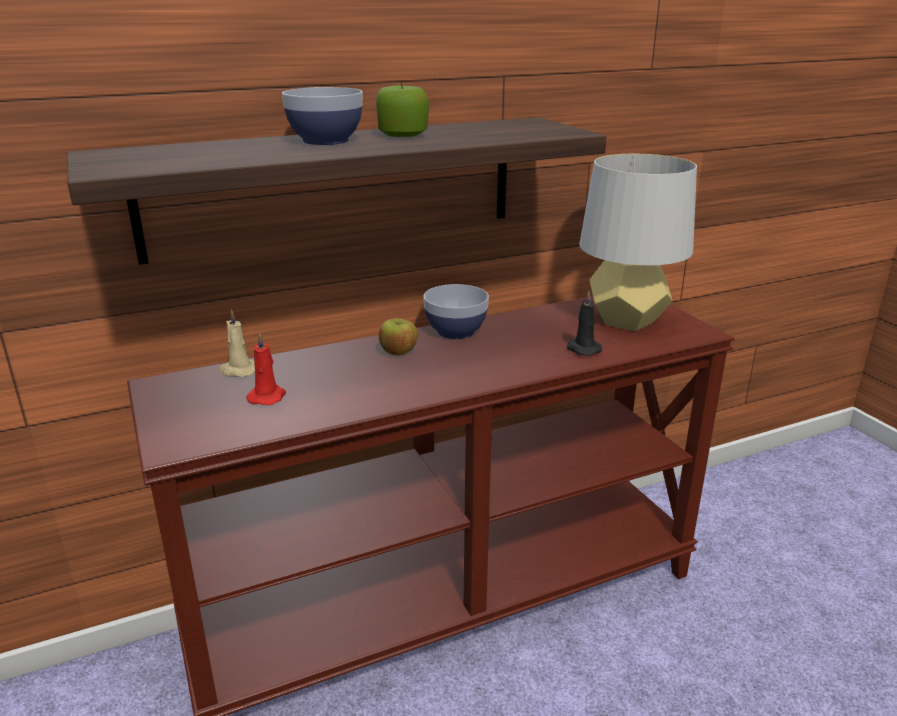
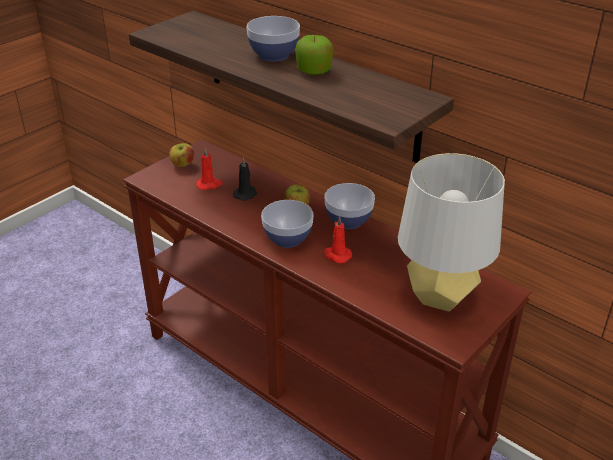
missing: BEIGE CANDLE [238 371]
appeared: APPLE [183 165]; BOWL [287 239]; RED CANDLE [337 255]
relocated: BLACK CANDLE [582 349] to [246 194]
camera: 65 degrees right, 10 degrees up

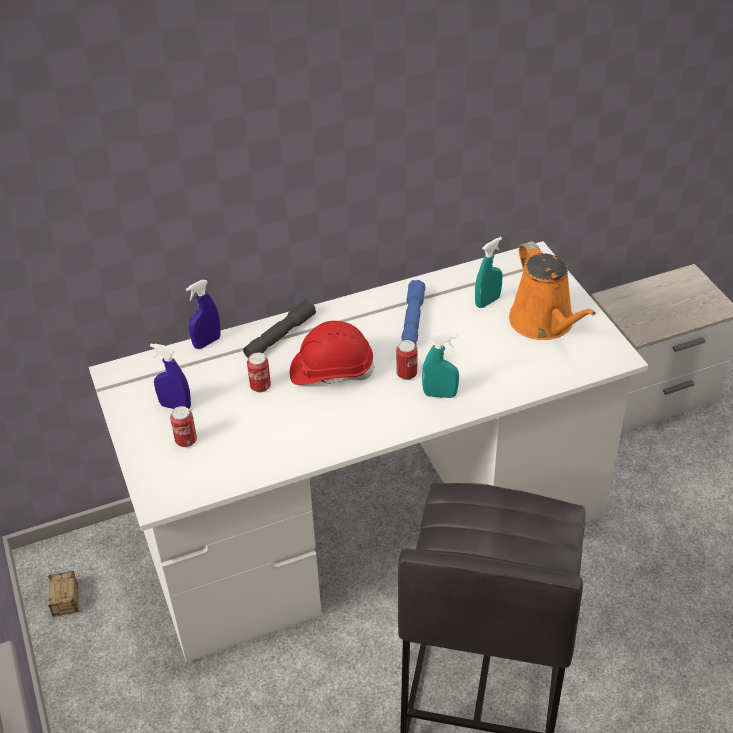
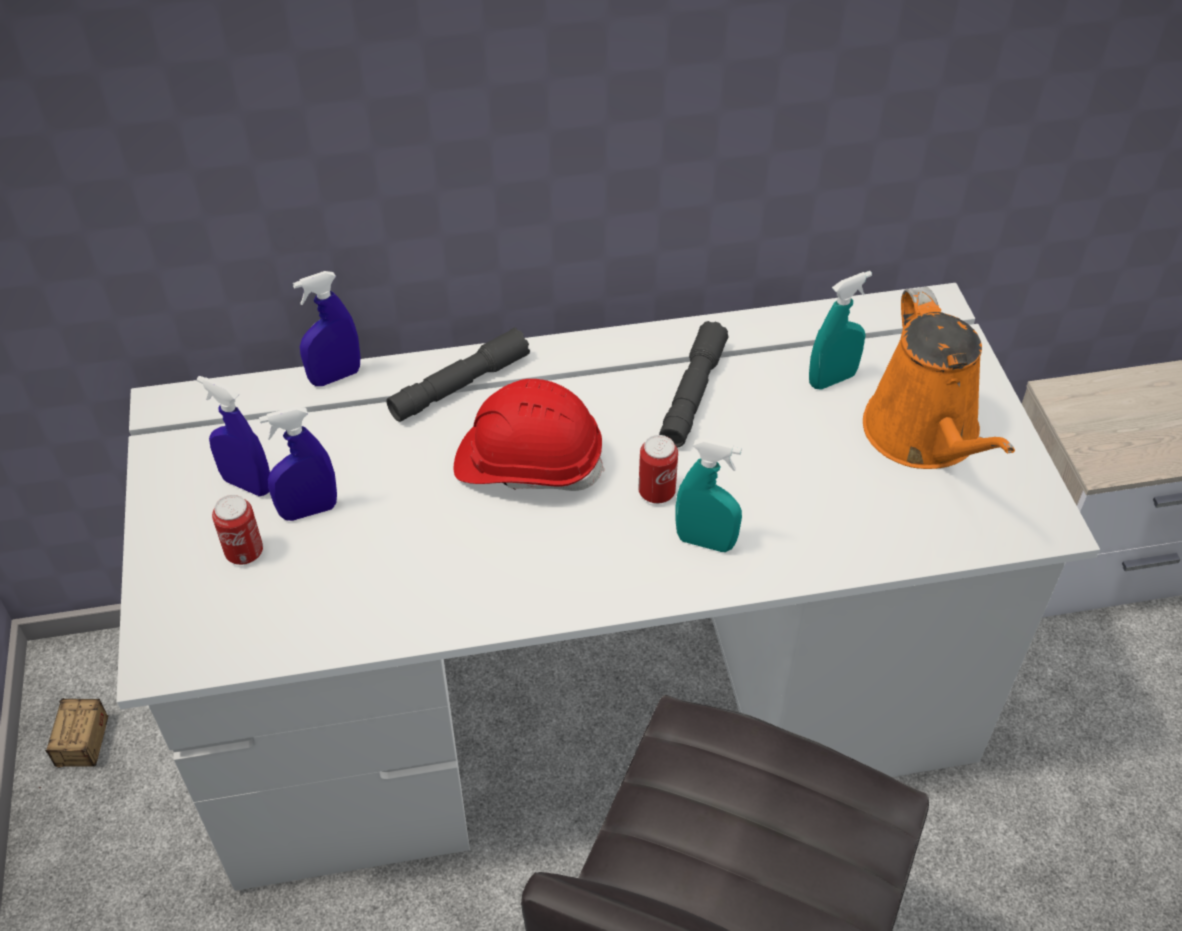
missing: CAN [260 387]
appeared: BLUE SPRAY BOTTLE [309 510]
colour: BLUE FLASHLIGHT [412 321] to GREY FLASHLIGHT [692 394]
camera: 10 degrees right, 5 degrees up

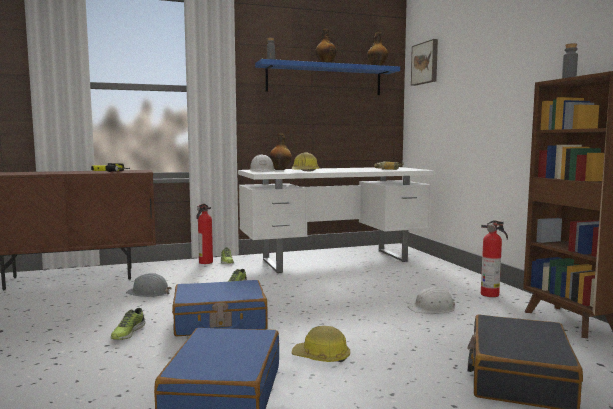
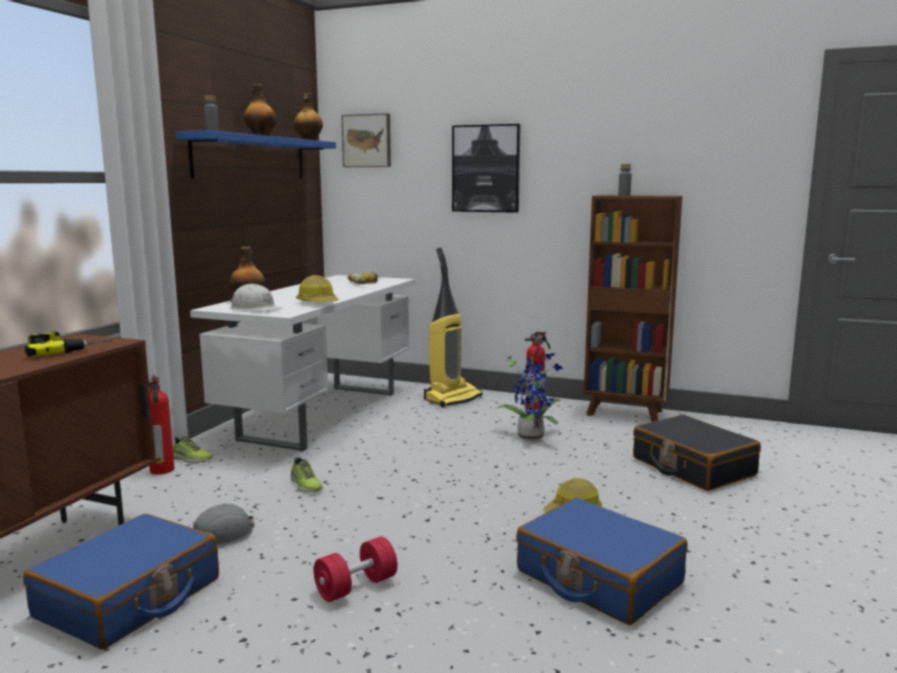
appeared: VACUUM CLEANER [452 398]; PICTURE [486 169]
relocated: BLUE SUITCASE [220 322] to [129 598]
exchanged: SHOE [127 333] to RED DUMBBELL [356 586]; WHITE HARD HAT [432 308] to POTTED PLANT [532 436]
camera: 50 degrees left, 5 degrees up

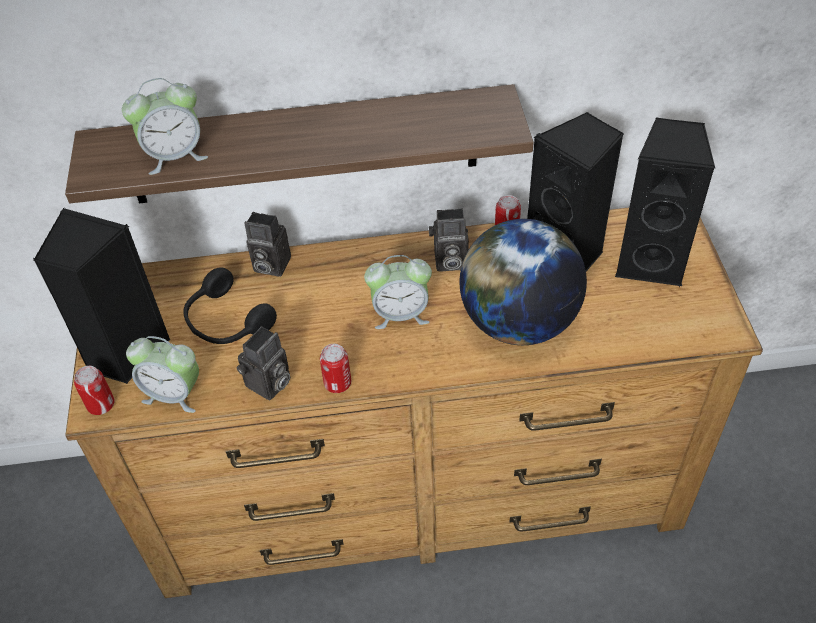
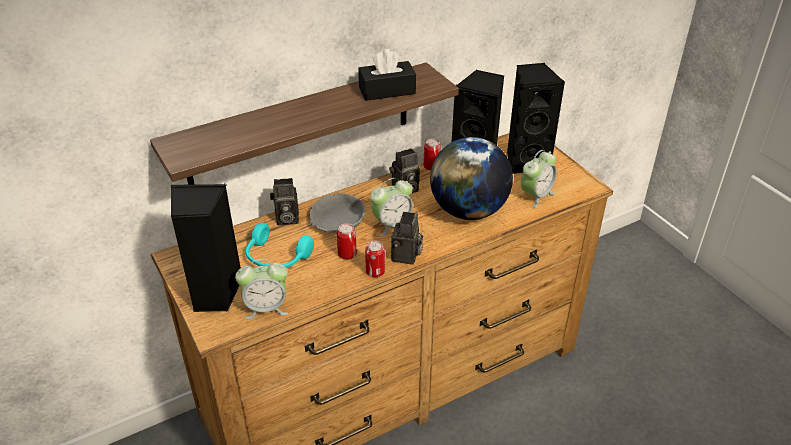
appeared: GREY BOWL [337 220]; BLACK TISSUE BOX [387 90]
relocated: CAN [101 405] to [347 254]; ALARM CLOCK [174 156] to [536 196]; PHOTO CAMERA [269 385] to [406 257]
colour: BLACK HEADPHONES [226 322] to TURQUOISE HEADPHONES [276 258]
camera: 25 degrees left, 10 degrees down

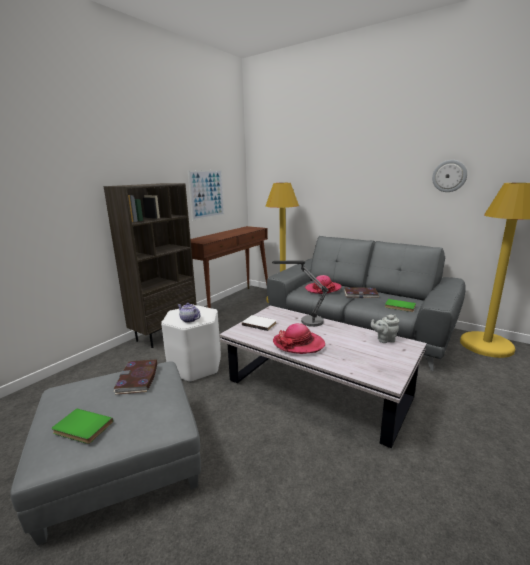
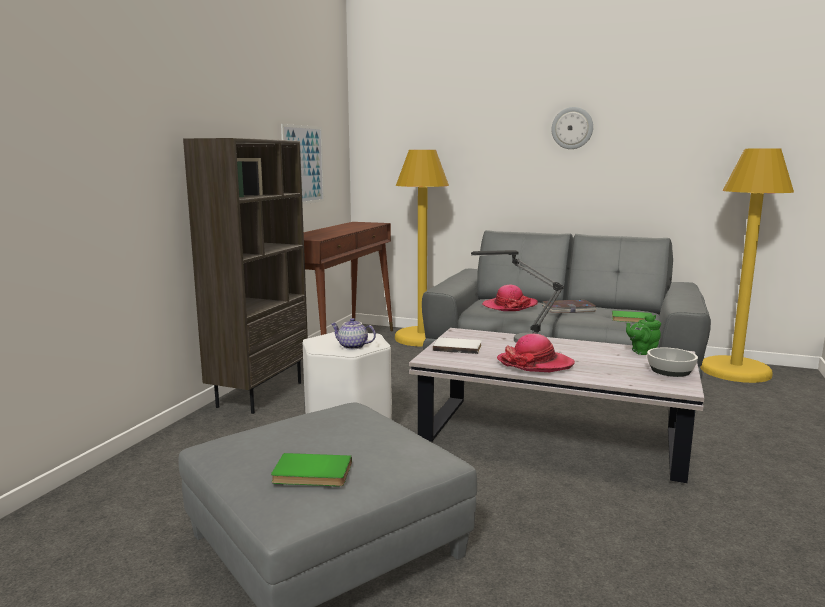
missing: BOOK [138 378]
appeared: BOWL [671 371]
relocated: WALL CLOCK [449 176] to [572 128]
colour: GREY TEAPOT [384 340] to GREEN TEAPOT [642 352]
camera: 15 degrees left, 5 degrees down

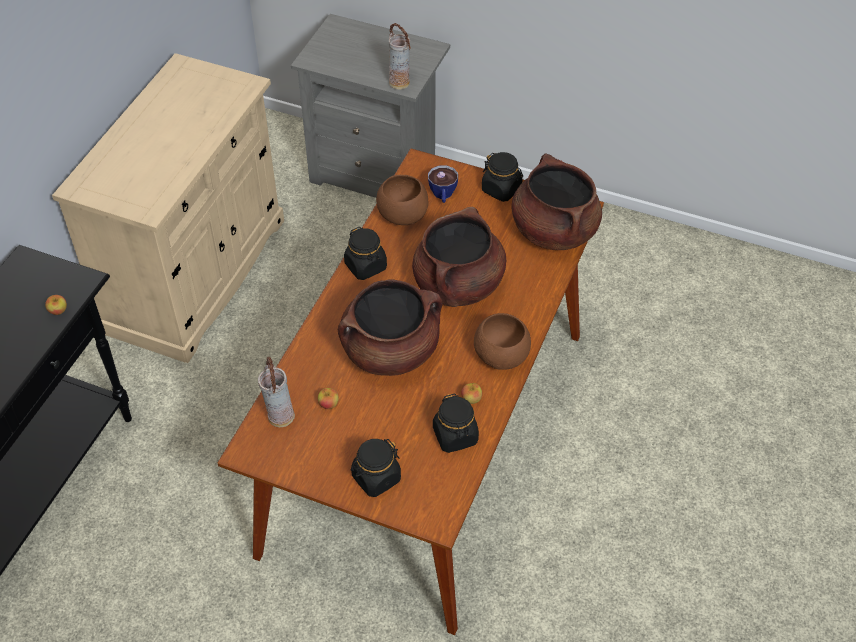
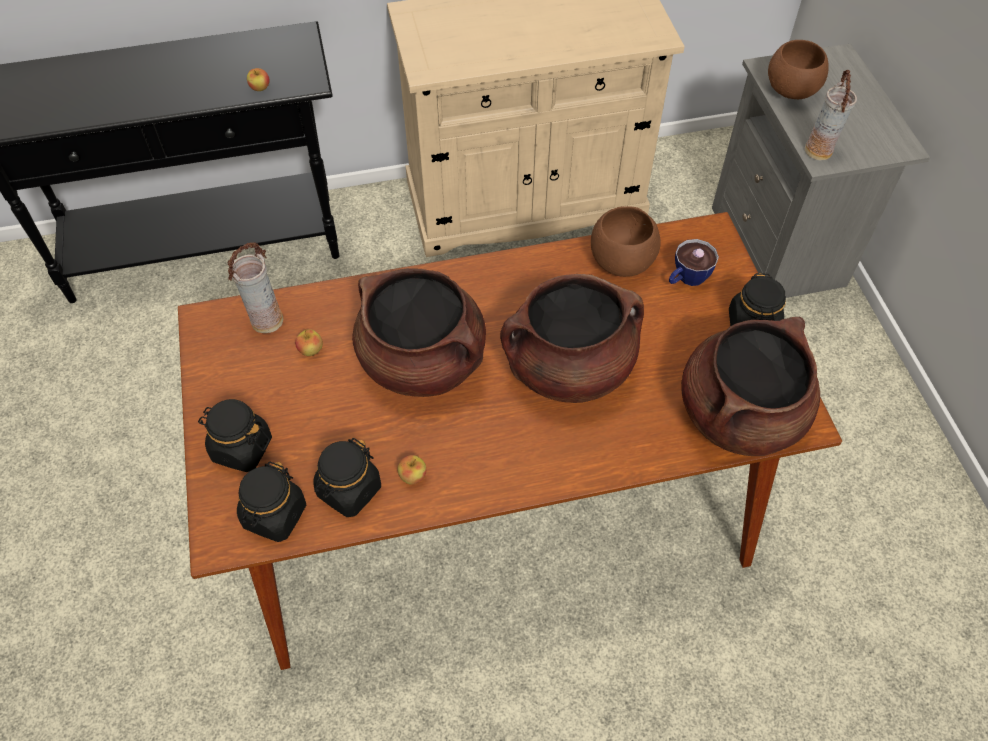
relocated: BLACK JAR [366 266] to [274 515]; BROWN BOWL [500 357] to [790 91]
camera: 55 degrees right, 5 degrees up

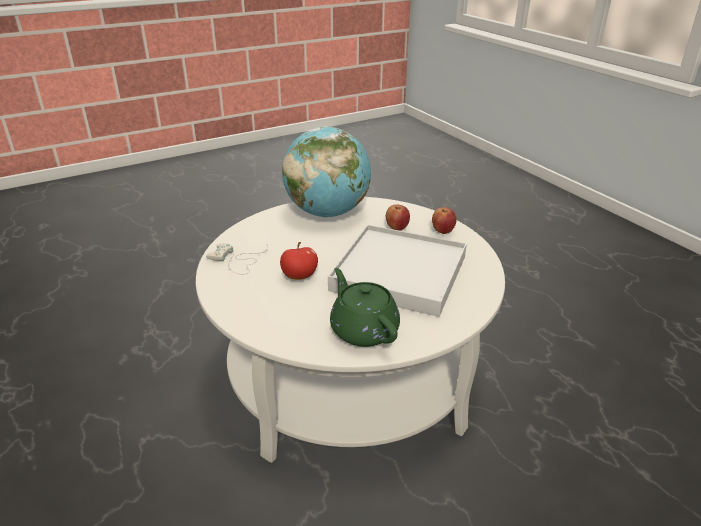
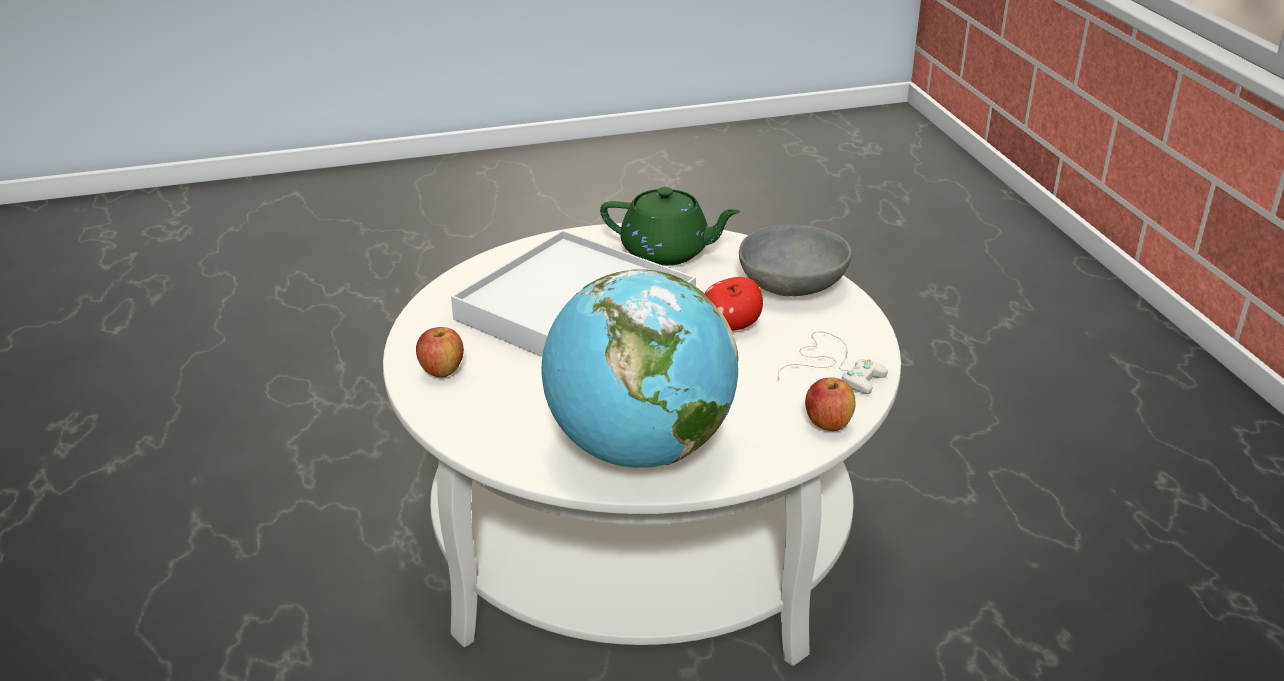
appeared: GREY BOWL [791 284]
relocated: APPLE [397 228] to [828 424]
spun: GREEN TEAPOT [363 329] = [667 252] 60 degrees counterclockwise
camera: 165 degrees left, 0 degrees up

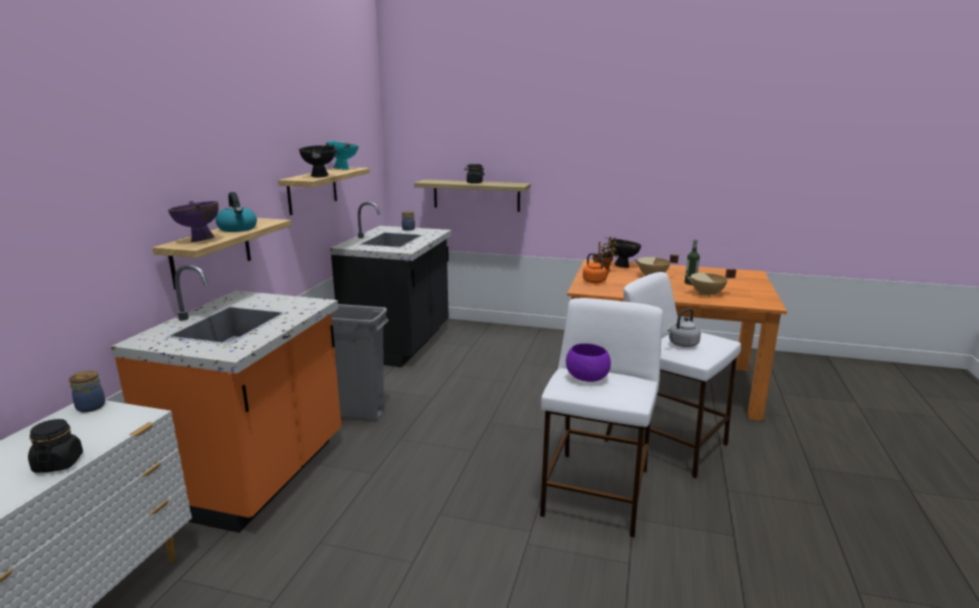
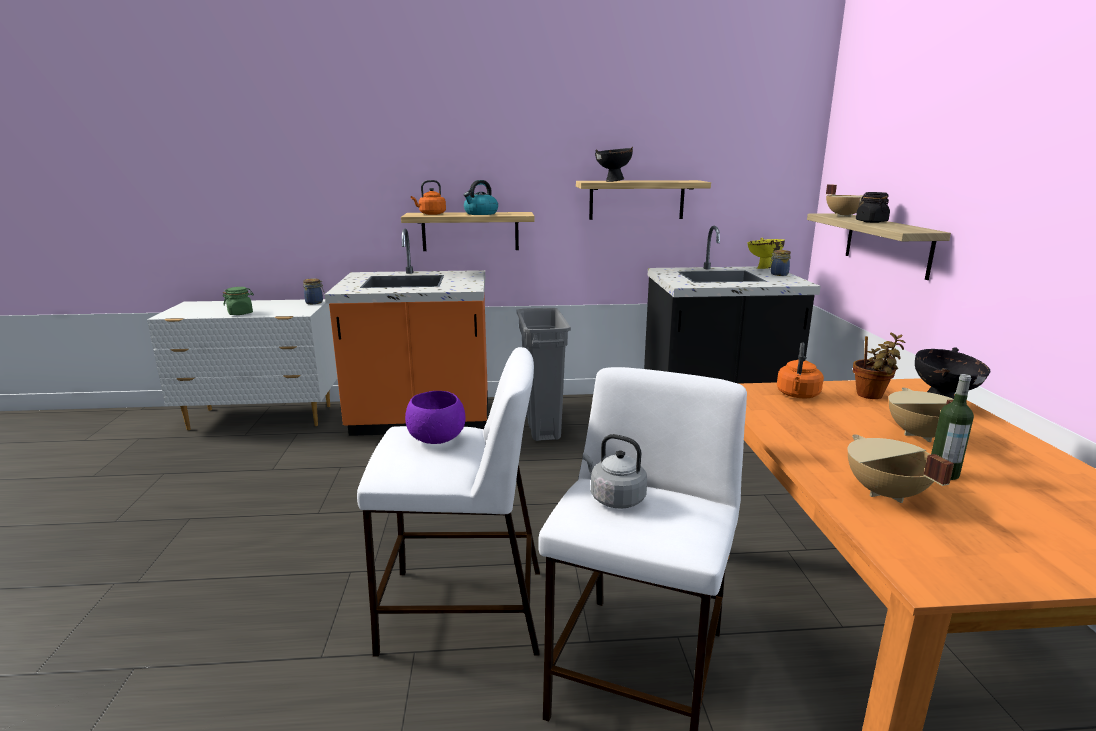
missing: TURQUOISE BOWL [343 169]
appeared: YELLOW BOWL [763 268]; BEIGE COOKING POT [844 216]
exchanged: PURPLE BOWL [199 241] to ORANGE KETTLE [431 214]
colour: BLACK JAR [58 463] to GREEN JAR [240 313]
camera: 70 degrees right, 0 degrees up

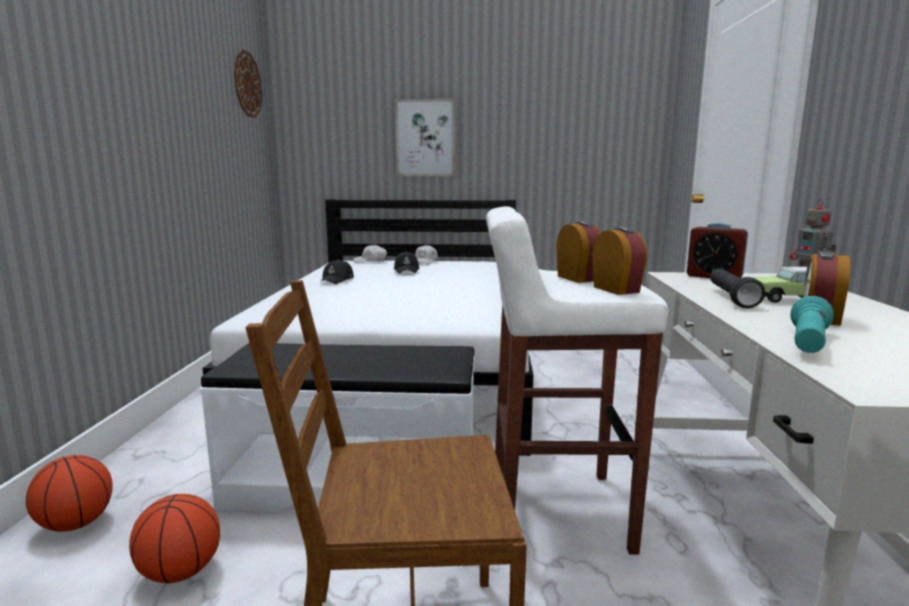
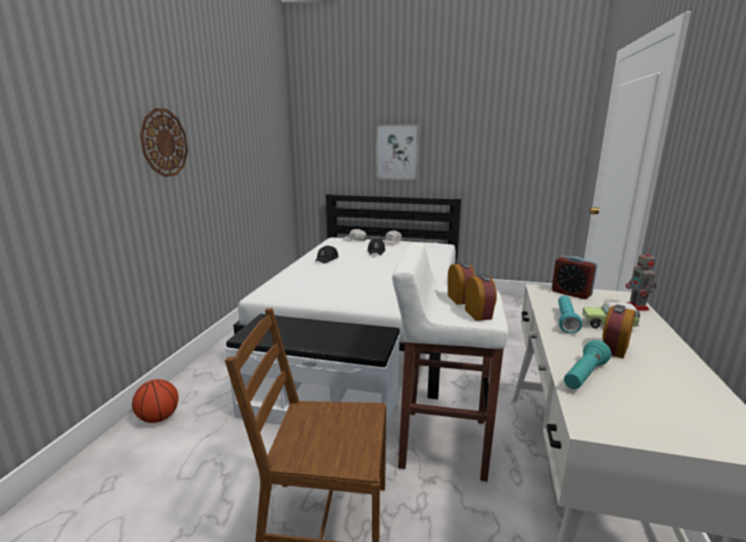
missing: BASKETBALL [180 573]
relocated: WALL CLOCK [247 84] to [164 143]
colour: BLACK FLASHLIGHT [731 298] to TURQUOISE FLASHLIGHT [565 321]
camera: 10 degrees right, 5 degrees up

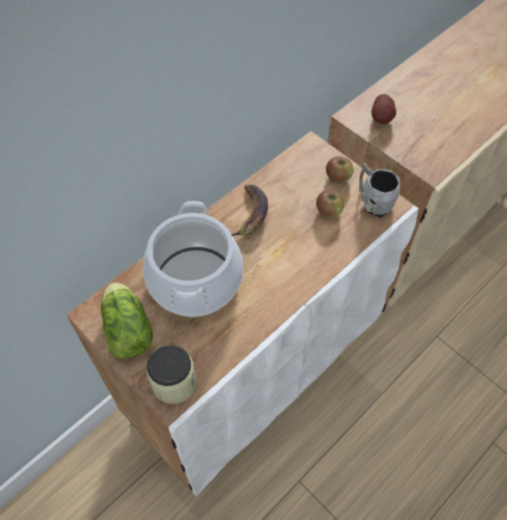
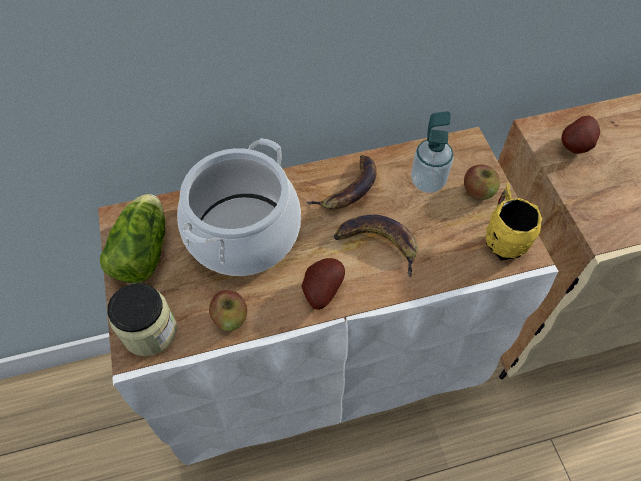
appeared: POTATO [320 290]; BANANA [379 243]; SOAP DISPENSER [427 181]
relocated: APPLE [329 211] to [230 318]
colour: GREY MUG [373 202] to YELLOW MUG [503 238]
camera: 30 degrees right, 0 degrees up

